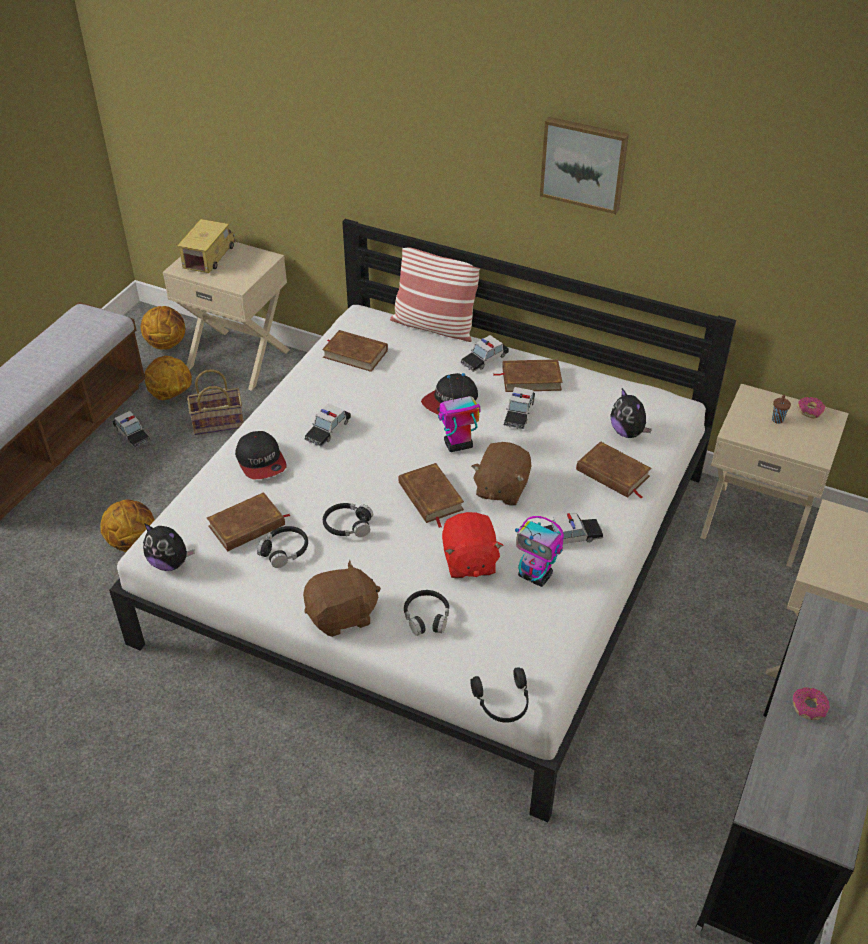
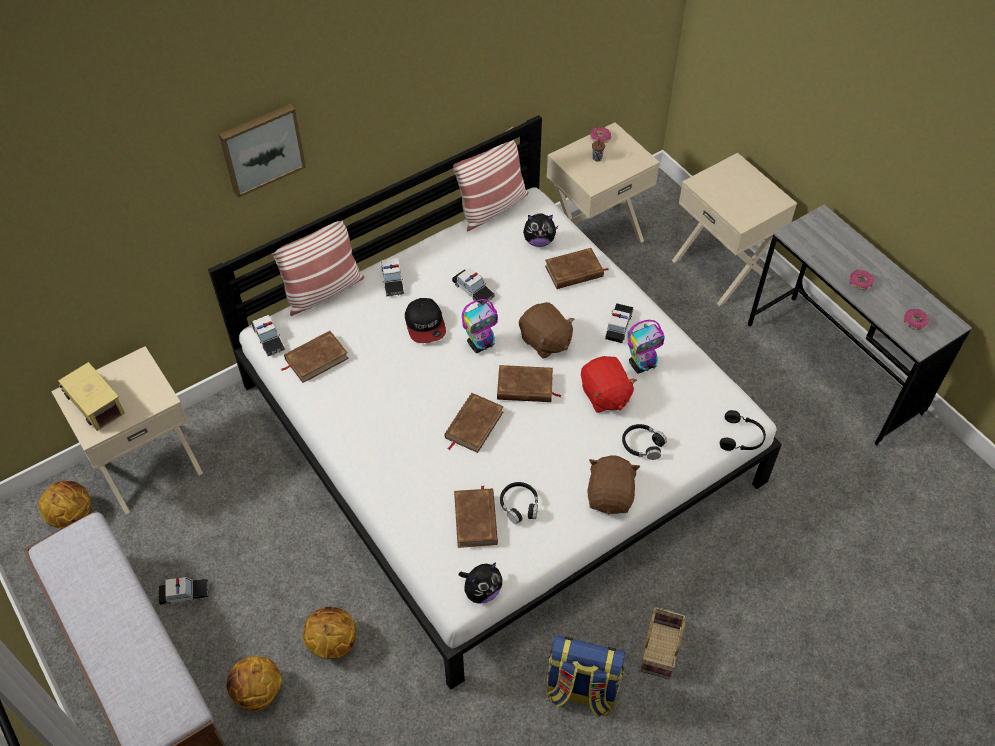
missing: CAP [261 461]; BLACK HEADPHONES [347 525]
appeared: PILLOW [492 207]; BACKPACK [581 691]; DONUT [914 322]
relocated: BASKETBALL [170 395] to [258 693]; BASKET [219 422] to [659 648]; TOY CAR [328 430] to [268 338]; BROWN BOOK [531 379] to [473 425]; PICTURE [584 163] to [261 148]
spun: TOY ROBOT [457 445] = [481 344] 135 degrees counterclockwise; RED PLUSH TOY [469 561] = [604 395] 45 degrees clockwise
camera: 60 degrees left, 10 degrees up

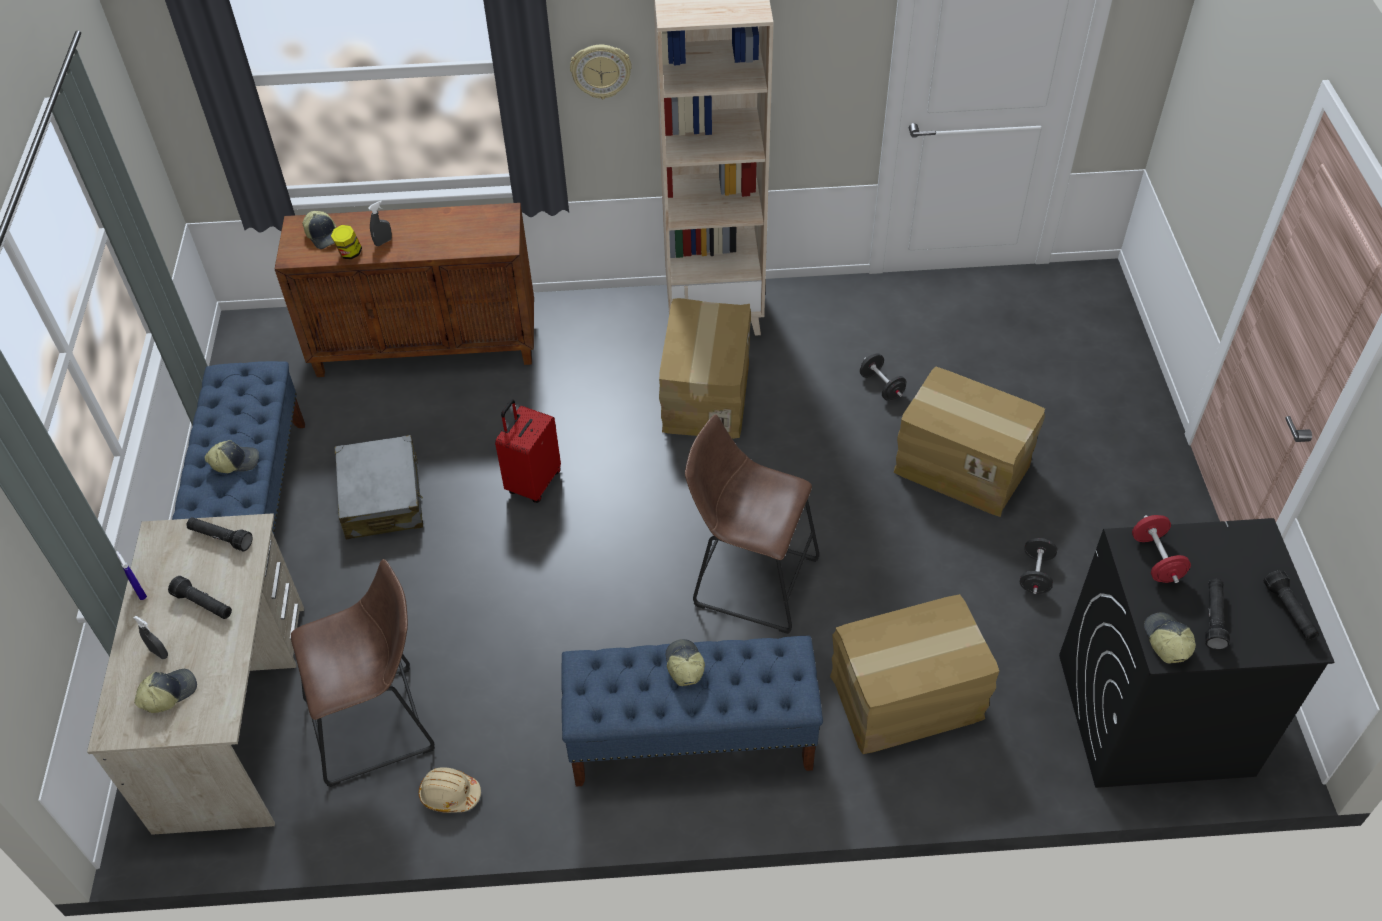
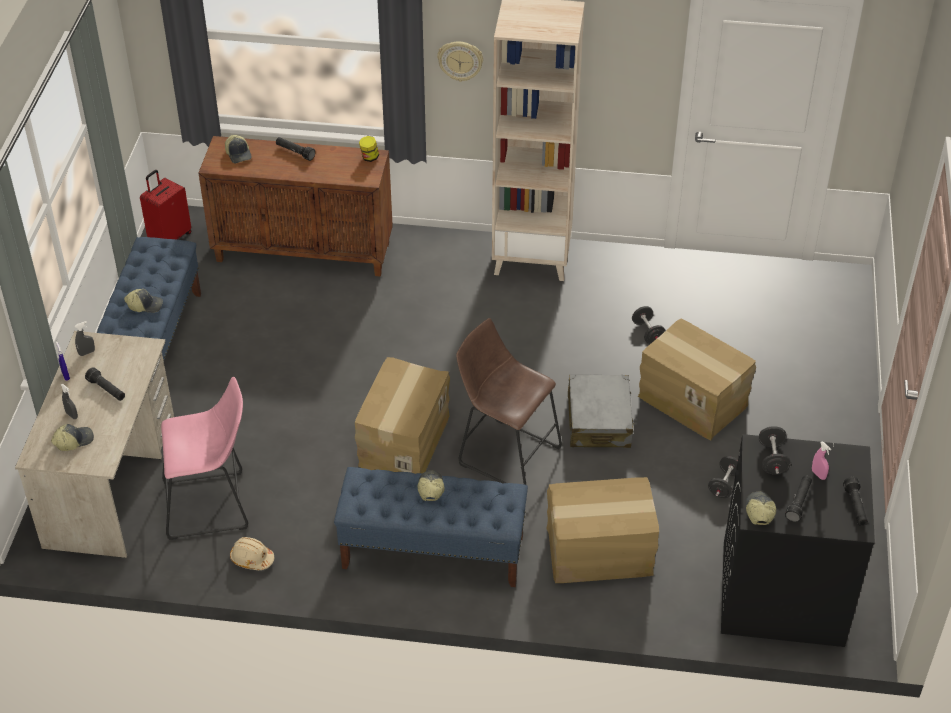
appeared: PINK SPRAY BOTTLE [818 474]
relocated: BLACK FLASHLIGHT [221 538] to [295 152]; JAR [349 253] to [369 157]; GREY SUITCASE [382 498] to [599 421]; GREY SPRAY BOTTLE [383 242] to [87 353]; RED SUITCASE [533 482] to [169 237]; CARDBOARD BOX [704 393] to [403 440]
colour: BROWN STOOL [379 724] to PINK STOOL [212 505]; RED DUMBBELL [1156 559] to BLACK DUMBBELL [772 459]
camera: 10 degrees right, 5 degrees down

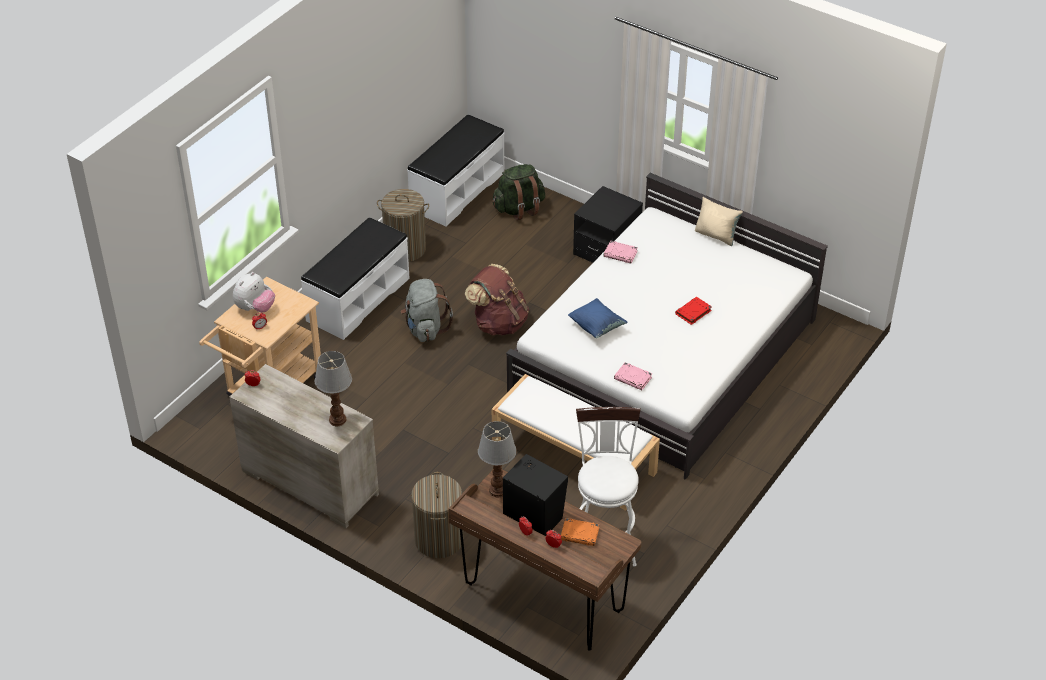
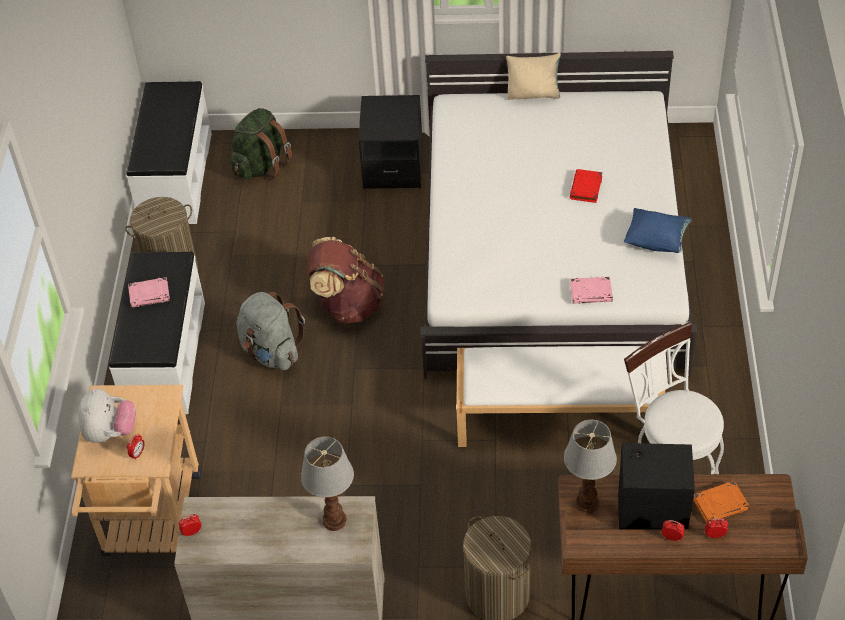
relocated: BLUE PILLOW [596 327] to [656 241]; PINK BOOK [621 254] to [150 294]
camera: 30 degrees left, 5 degrees up

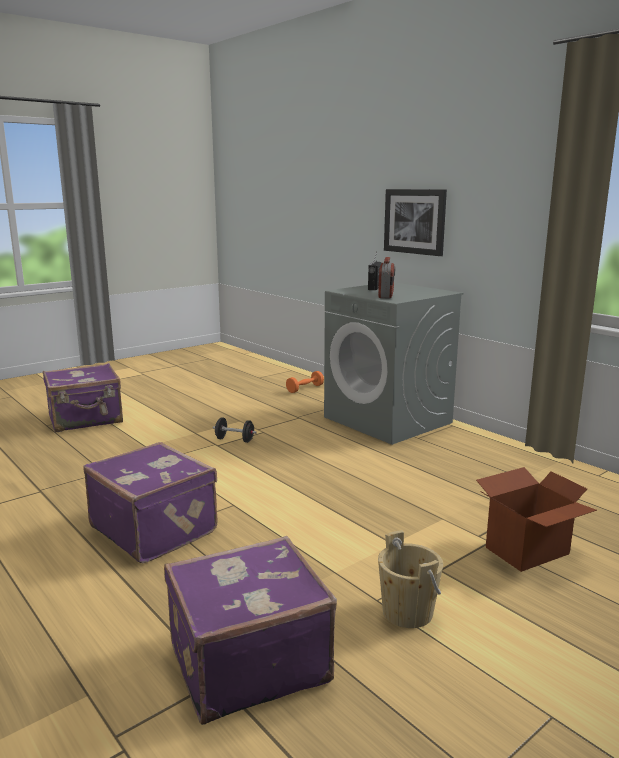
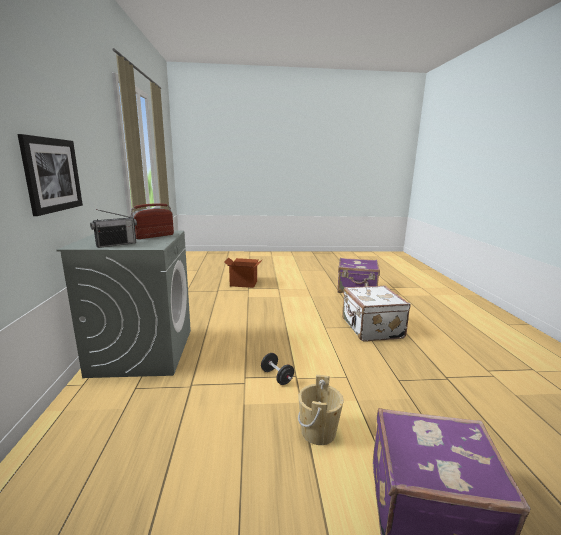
missing: ORANGE DUMBBELL [305 388]
relocated: BEIGE BUCKET [407 612] to [318 432]
colour: PURPLE SUITCASE [155 529] to WHITE SUITCASE [371 328]
camera: 145 degrees left, 0 degrees up

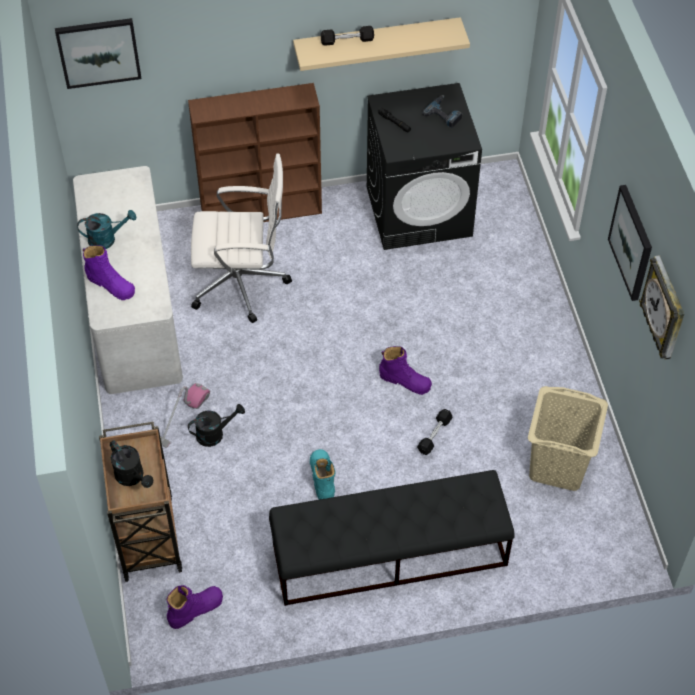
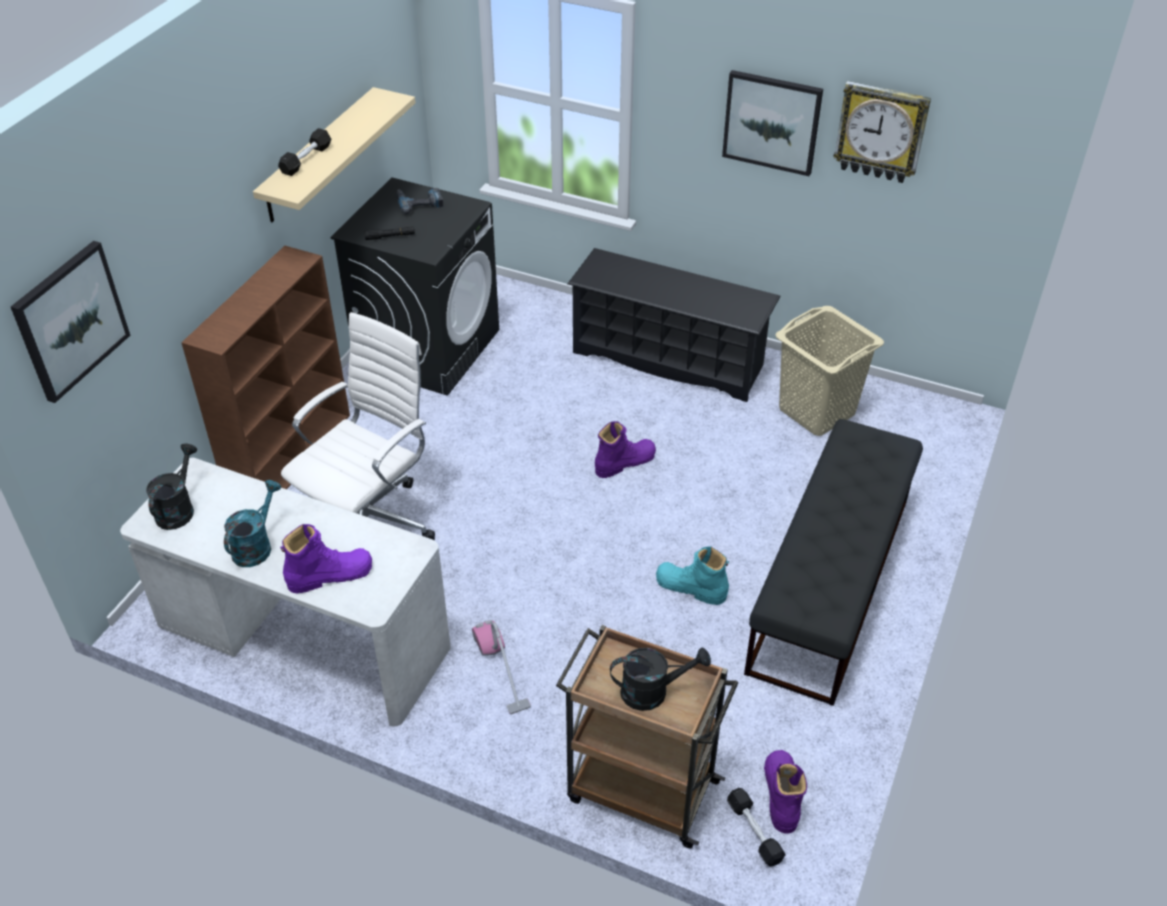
appeared: BLACK SHOE RACK [669 359]
relocated: BLACK WATERING CAN [215 434] to [178 509]; BLACK DUMBBELL [434 435] to [754 832]
camera: 55 degrees left, 10 degrees down

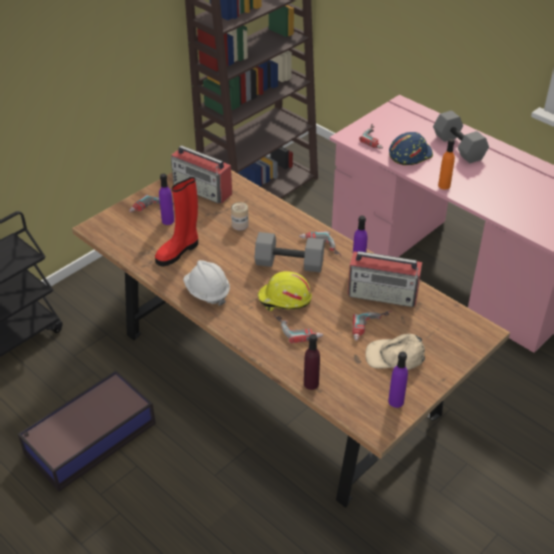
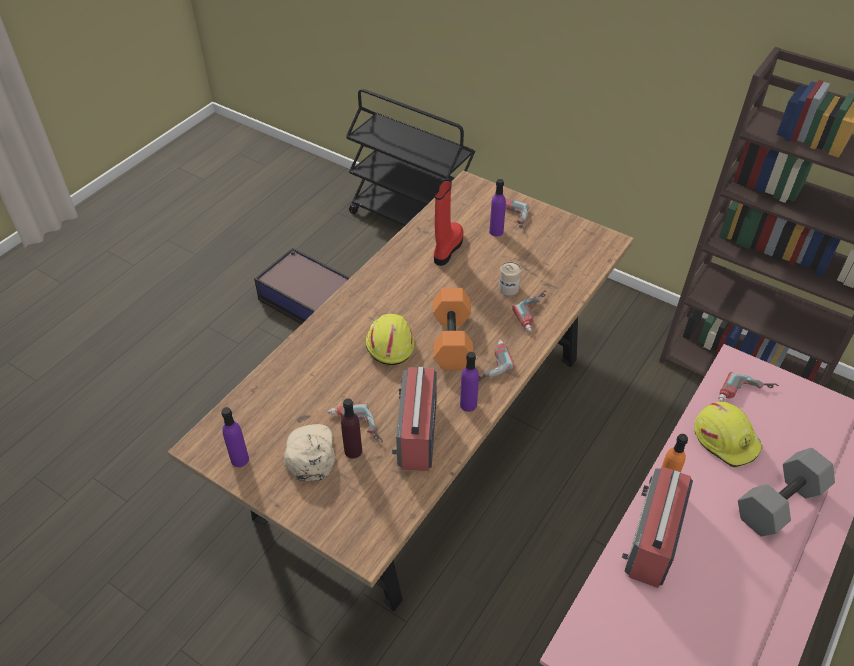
missing: WHITE HARD HAT [207 292]
relocated: RADIO [203 189] to [652 542]; POWER DRILL [298 328] to [536 314]; PURPLE BOTTLE [311 383] to [353 451]
colour: GREY DUMBBELL [290 262] to ORANGE DUMBBELL [453 340]; BLUE HARD HAT [409 154] to YELLOW HARD HAT [726 439]
spun: RED BOOT [178 251] = [447 248] 75 degrees clockwise
camera: 80 degrees right, 5 degrees up

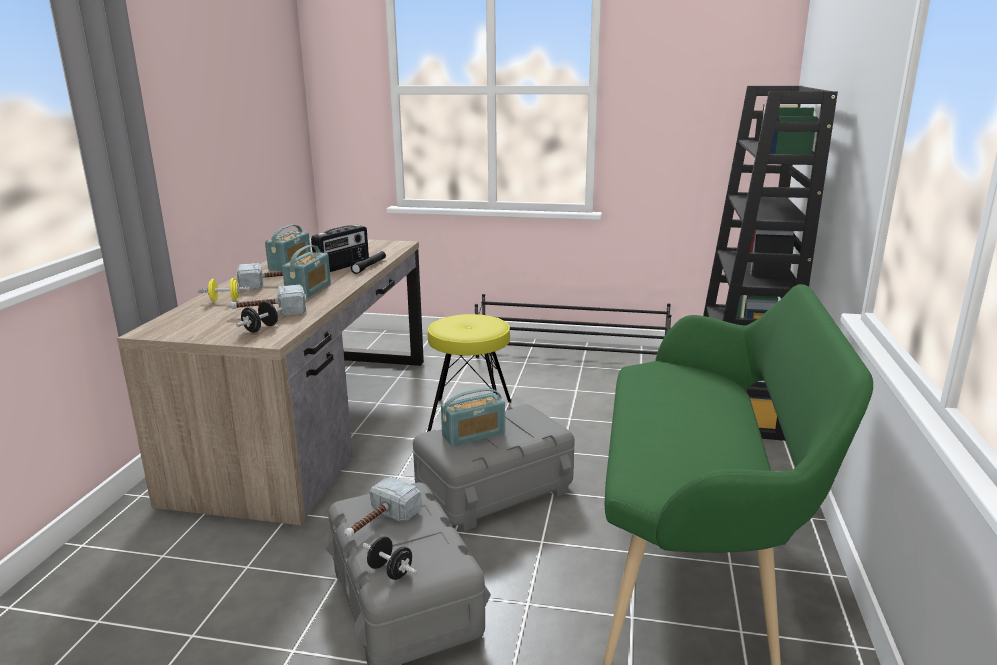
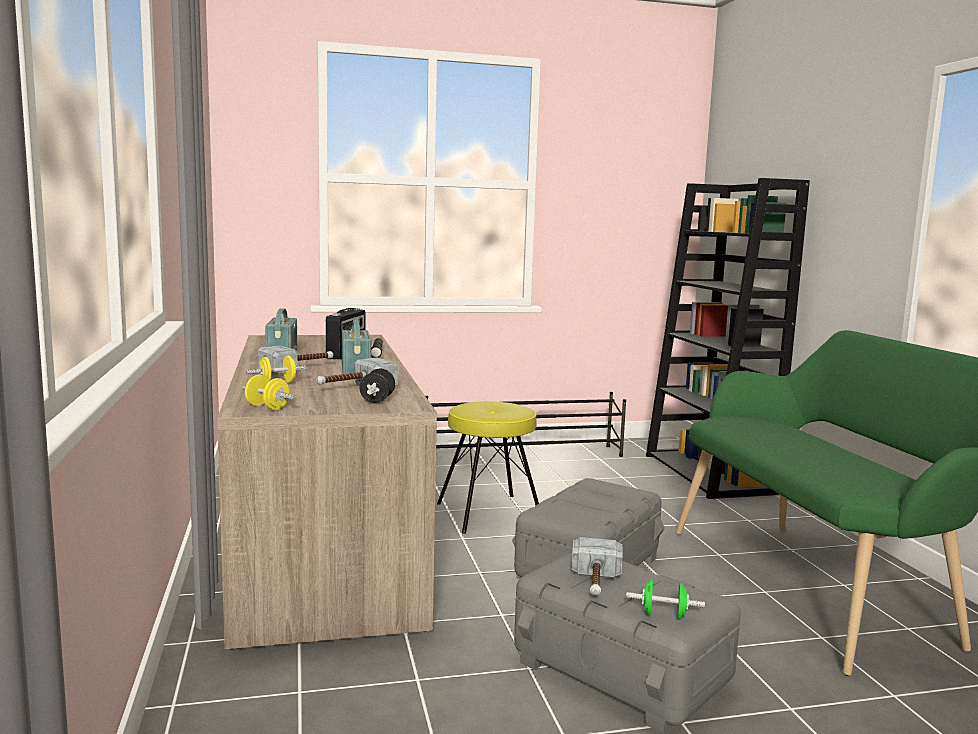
missing: RADIO [473 435]
appeared: YELLOW DUMBBELL [267 407]
colour: BLACK DUMBBELL [390 571] to GREEN DUMBBELL [664 615]
camera: 25 degrees left, 10 degrees down

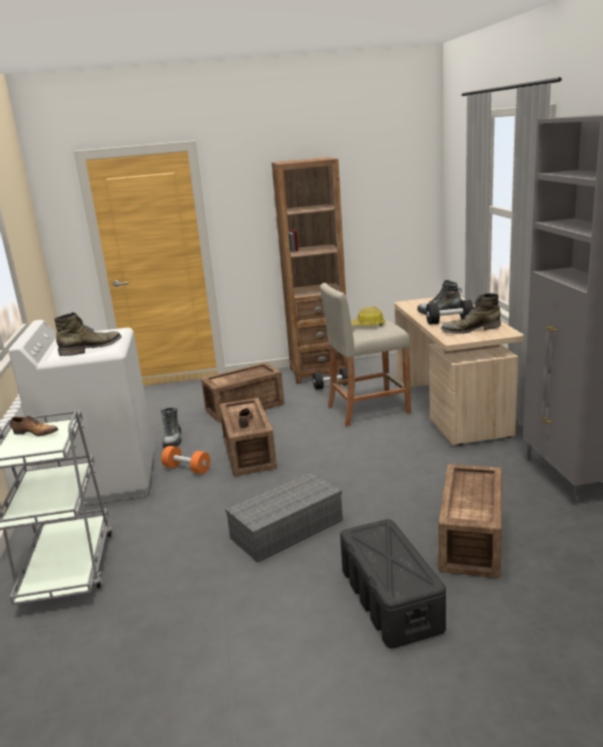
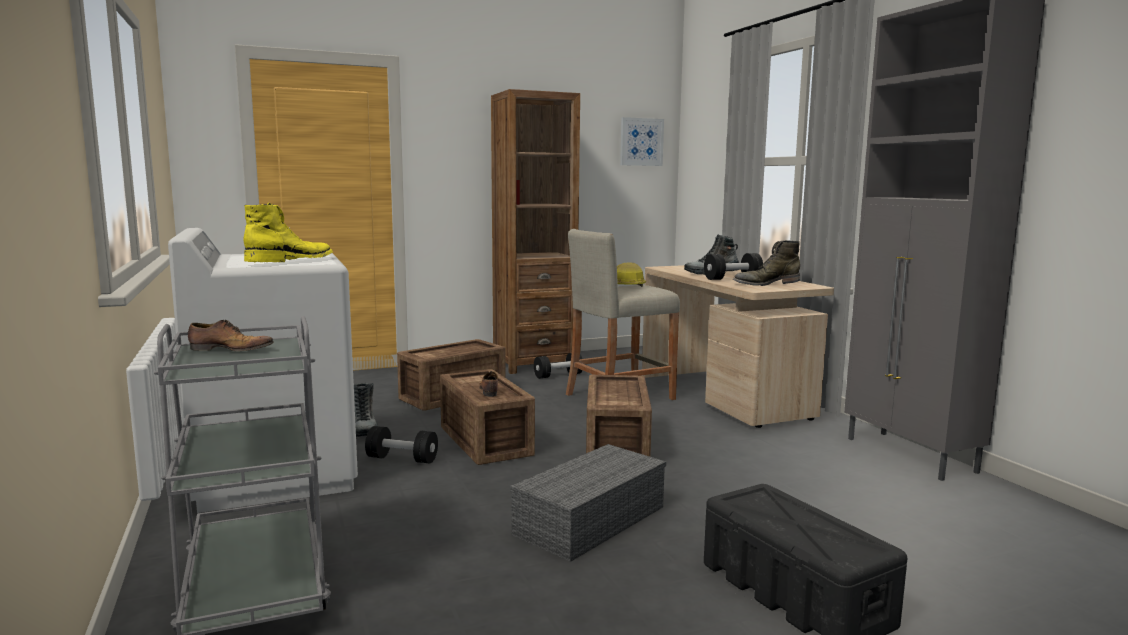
appeared: PICTURE [641 142]
relocated: CRATE [473 540] to [618 446]
colour: GREEN BOOT [92 349] to YELLOW BOOT [291 261]; ORANGE DUMBBELL [187 469] to BLACK DUMBBELL [402 459]
camera: 15 degrees left, 10 degrees down

